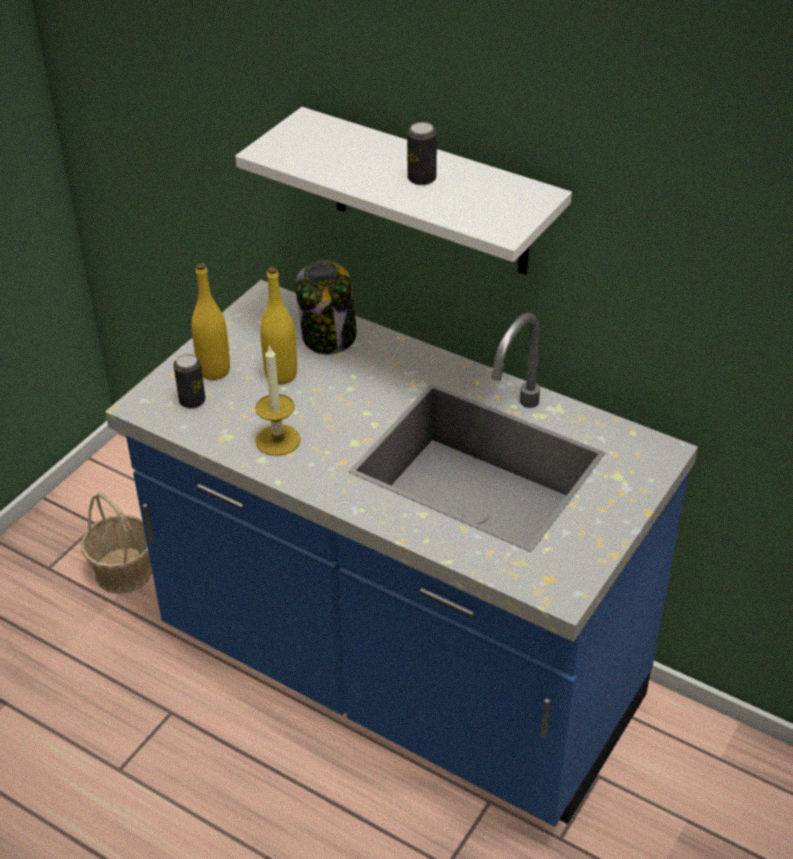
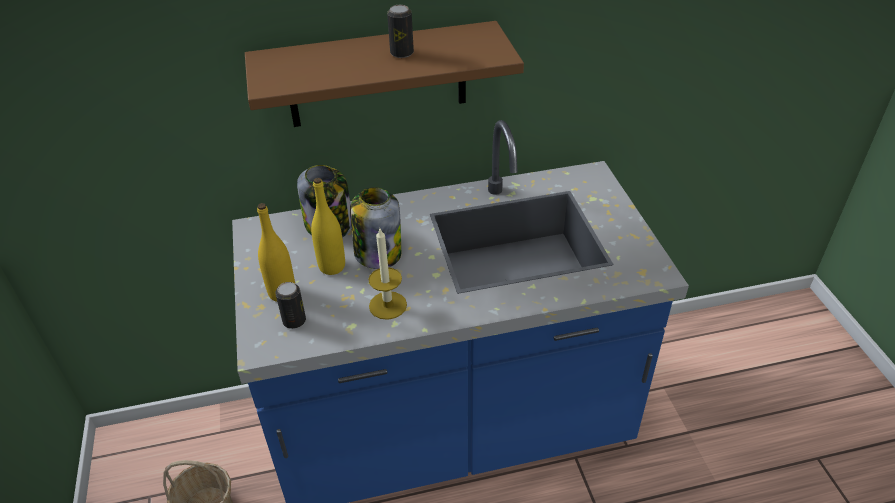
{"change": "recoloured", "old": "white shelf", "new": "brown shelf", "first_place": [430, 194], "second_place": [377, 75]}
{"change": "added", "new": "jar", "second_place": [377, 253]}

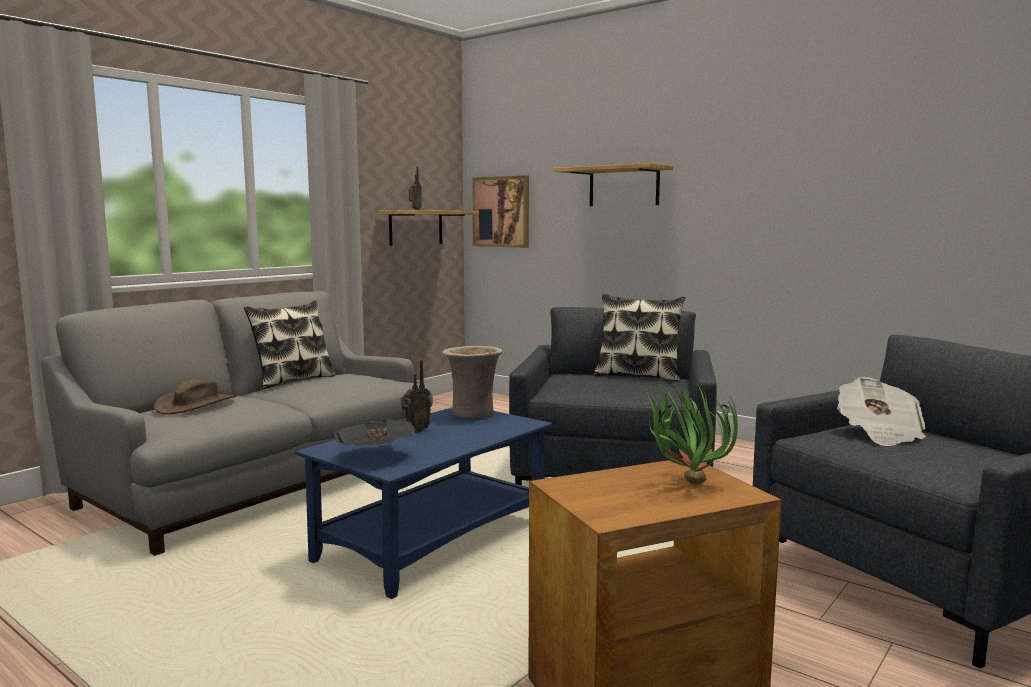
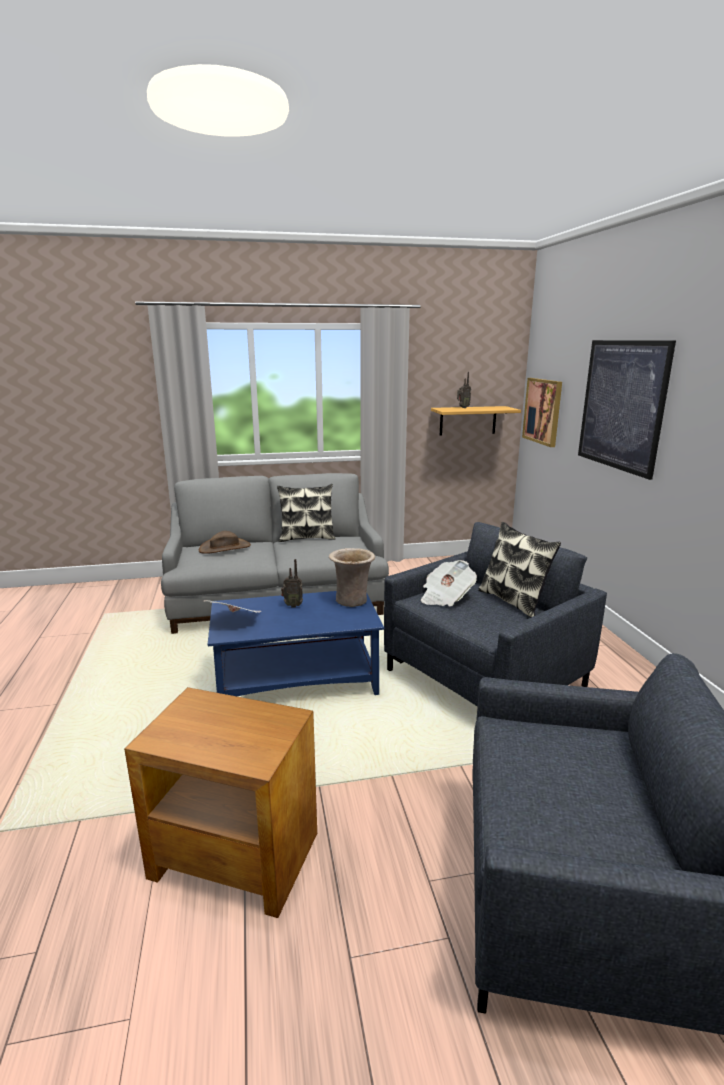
{"change": "replaced", "old": "shelf", "new": "picture", "first_place": [623, 186], "second_place": [621, 405]}
{"change": "moved", "old": "newspaper", "first_place": [879, 434], "second_place": [445, 597]}
{"change": "removed", "old": "potted plant", "first_place": [683, 483]}

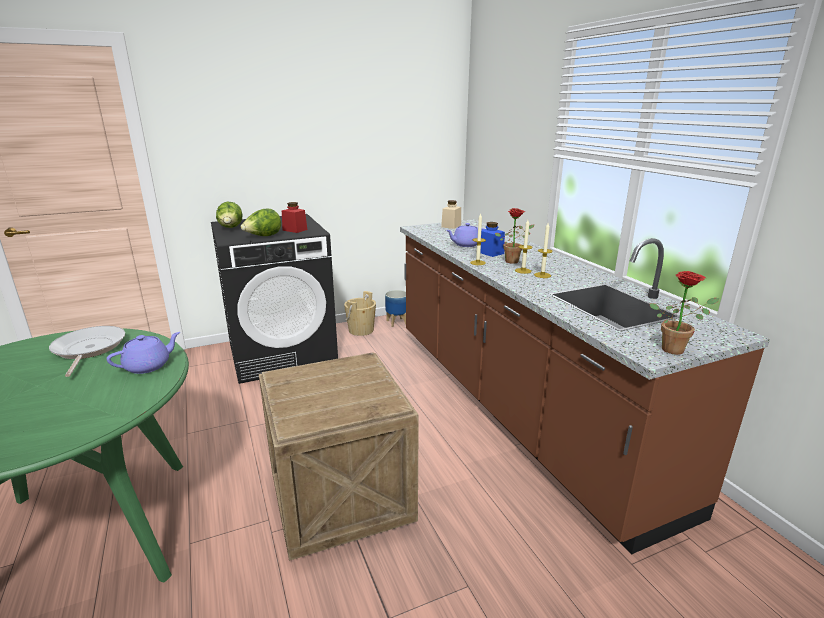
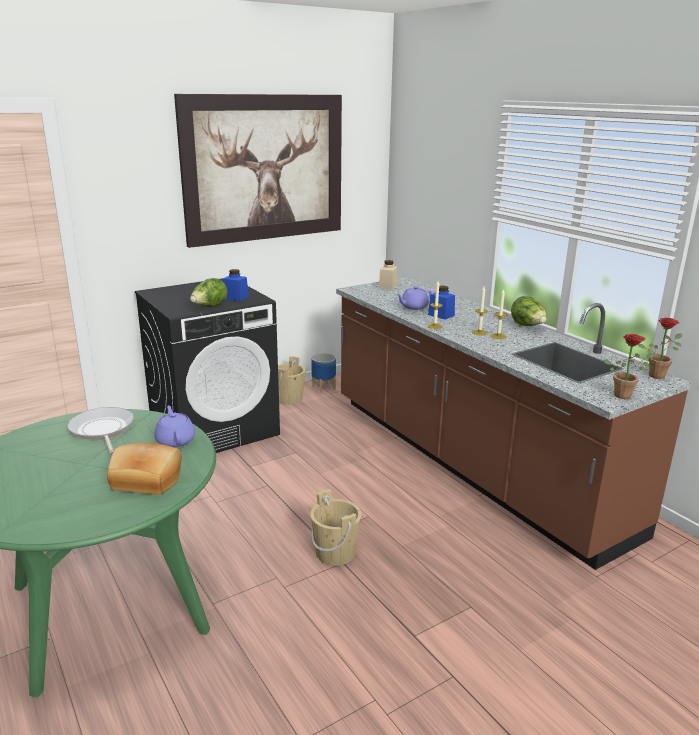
{"change": "moved", "old": "lettuce", "first_place": [231, 228], "second_place": [527, 326]}
{"change": "recoloured", "old": "red jar", "new": "blue jar", "first_place": [295, 230], "second_place": [235, 298]}
{"change": "moved", "old": "potted plant", "first_place": [513, 261], "second_place": [658, 374]}
{"change": "turned", "old": "purple teapot", "first_place": [149, 366], "second_place": [175, 440], "degrees": -60}
{"change": "replaced", "old": "crate", "new": "beige bucket", "first_place": [341, 496], "second_place": [335, 552]}
{"change": "added", "new": "picture", "second_place": [265, 168]}
{"change": "added", "new": "bread", "second_place": [146, 481]}

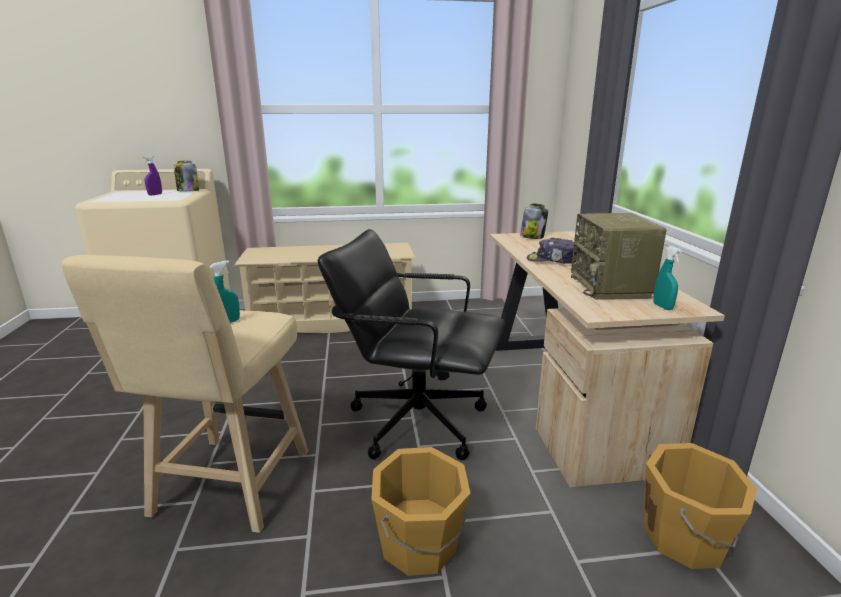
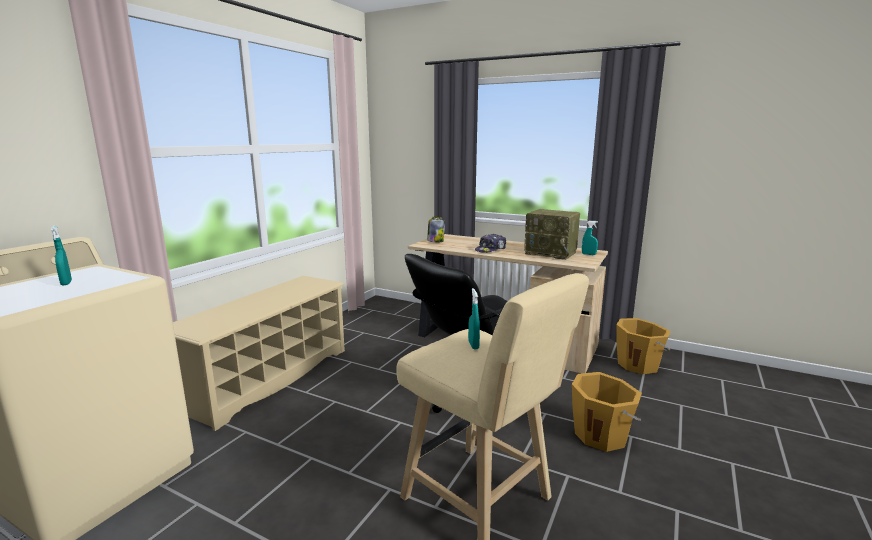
{"change": "recoloured", "old": "purple spray bottle", "new": "turquoise spray bottle", "first_place": [155, 194], "second_place": [66, 283]}
{"change": "removed", "old": "jar", "first_place": [188, 191]}

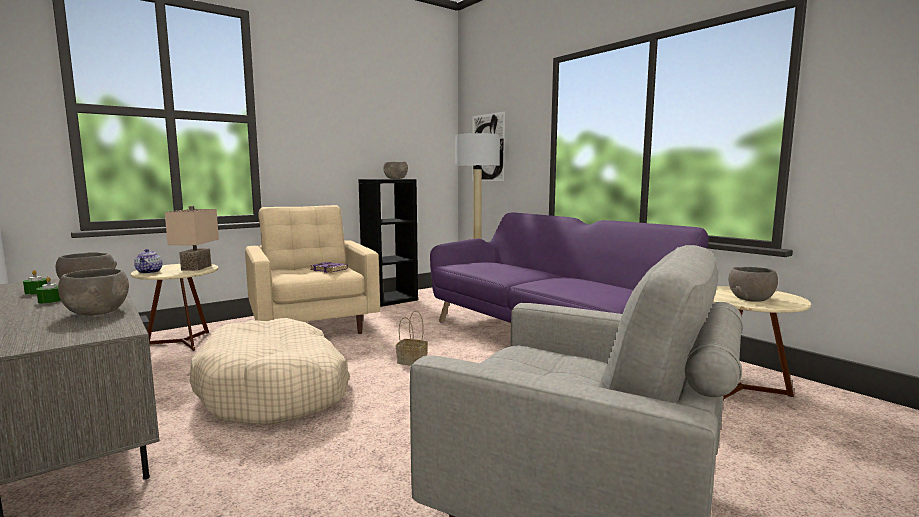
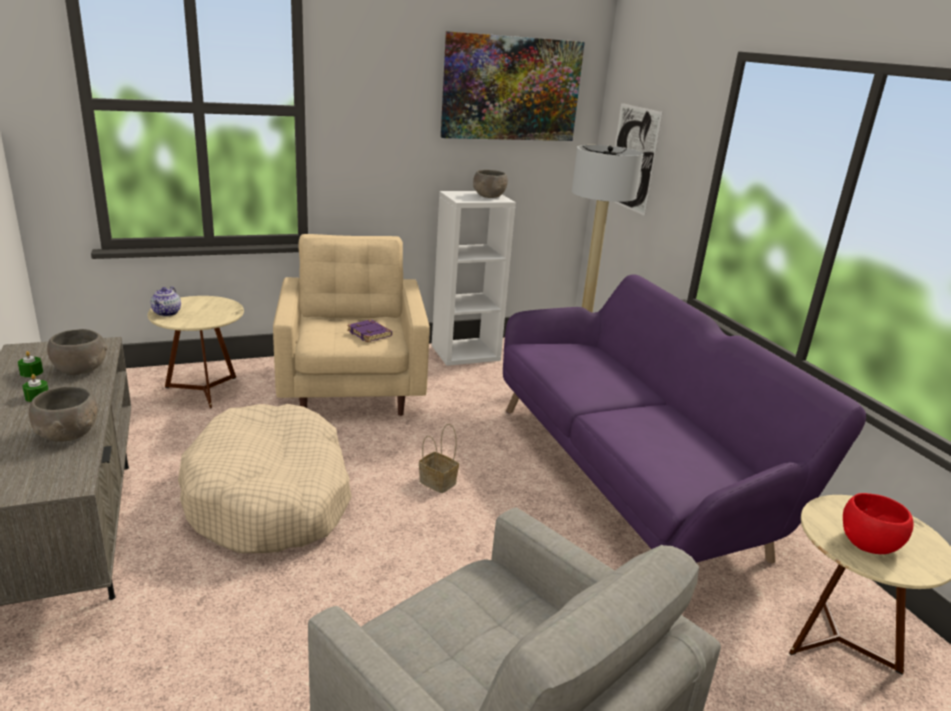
{"change": "recoloured", "old": "black bookcase", "new": "white bookcase", "first_place": [390, 299], "second_place": [466, 352]}
{"change": "removed", "old": "beige table lamp", "first_place": [195, 268]}
{"change": "recoloured", "old": "grey bowl", "new": "red bowl", "first_place": [750, 298], "second_place": [868, 542]}
{"change": "added", "new": "picture", "second_place": [511, 89]}

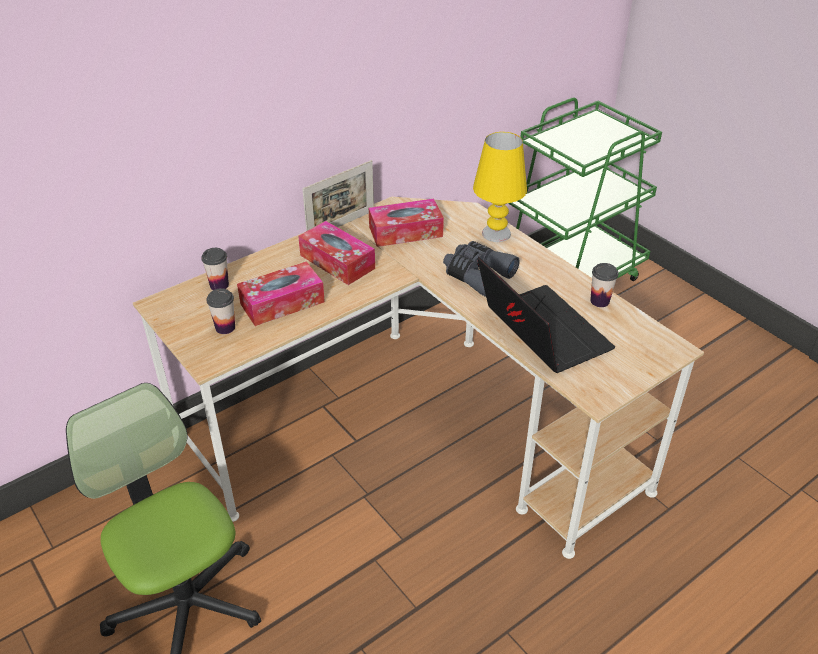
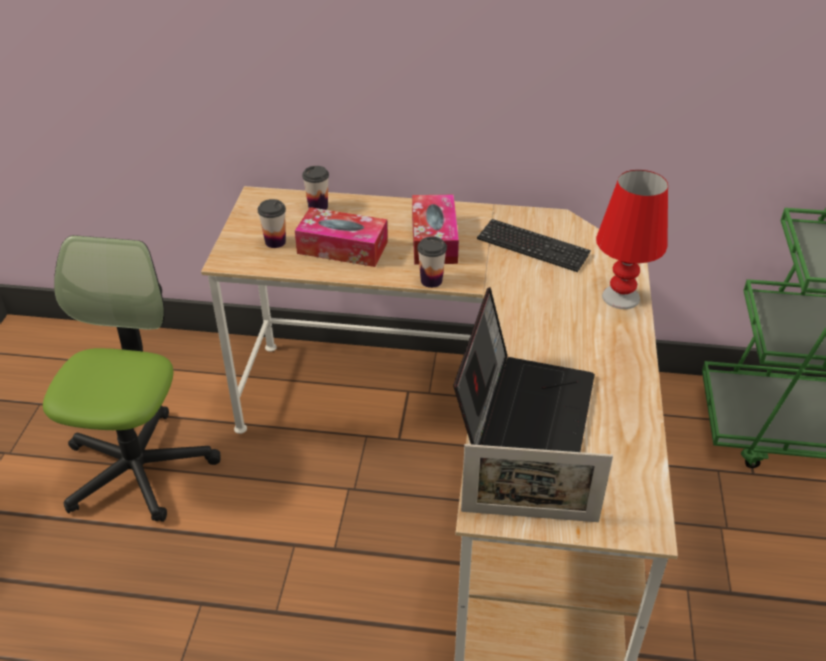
{"change": "recoloured", "old": "yellow table lamp", "new": "red table lamp", "first_place": [496, 234], "second_place": [620, 297]}
{"change": "moved", "old": "picture frame", "first_place": [341, 225], "second_place": [529, 516]}
{"change": "replaced", "old": "tissue box", "new": "keyboard", "first_place": [405, 232], "second_place": [532, 247]}
{"change": "removed", "old": "grey binoculars", "first_place": [477, 275]}
{"change": "moved", "old": "cup", "first_place": [599, 301], "second_place": [431, 281]}

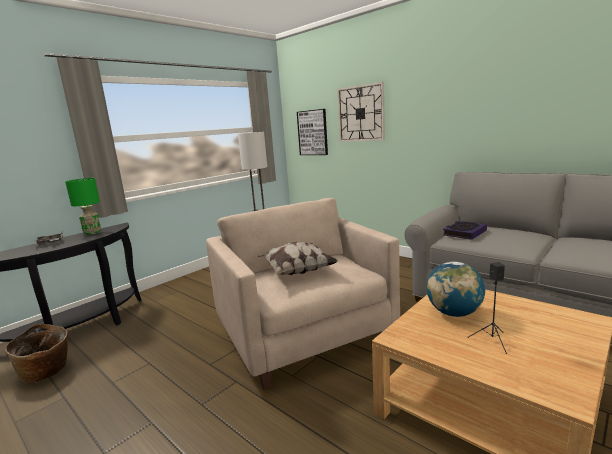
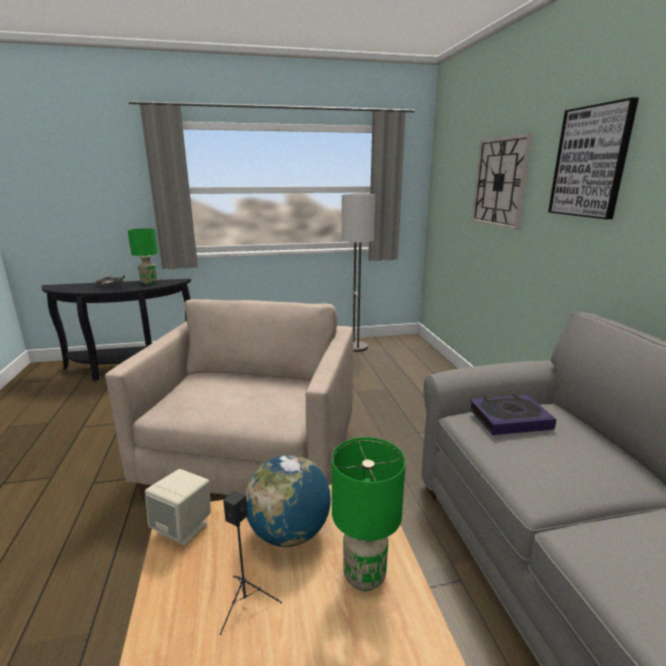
{"change": "moved", "old": "picture", "first_place": [313, 132], "second_place": [590, 162]}
{"change": "removed", "old": "pillow", "first_place": [296, 271]}
{"change": "removed", "old": "basket", "first_place": [47, 372]}
{"change": "added", "new": "green table lamp", "second_place": [365, 575]}
{"change": "added", "new": "beige speaker", "second_place": [183, 528]}

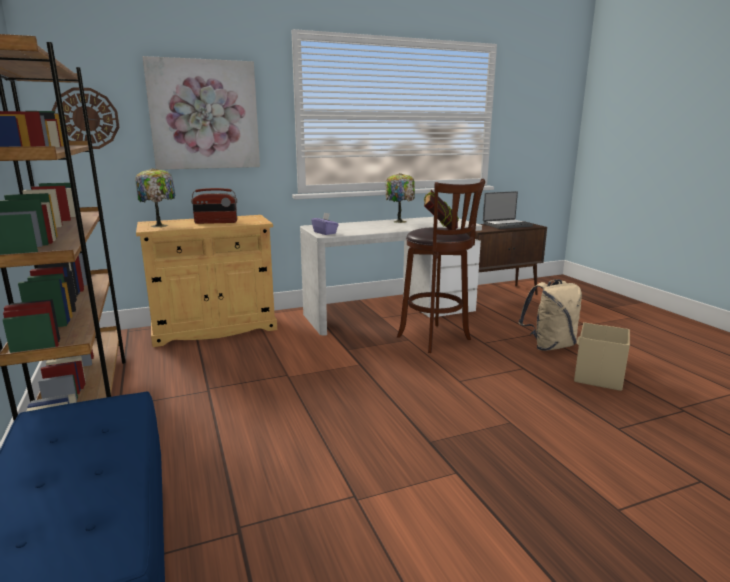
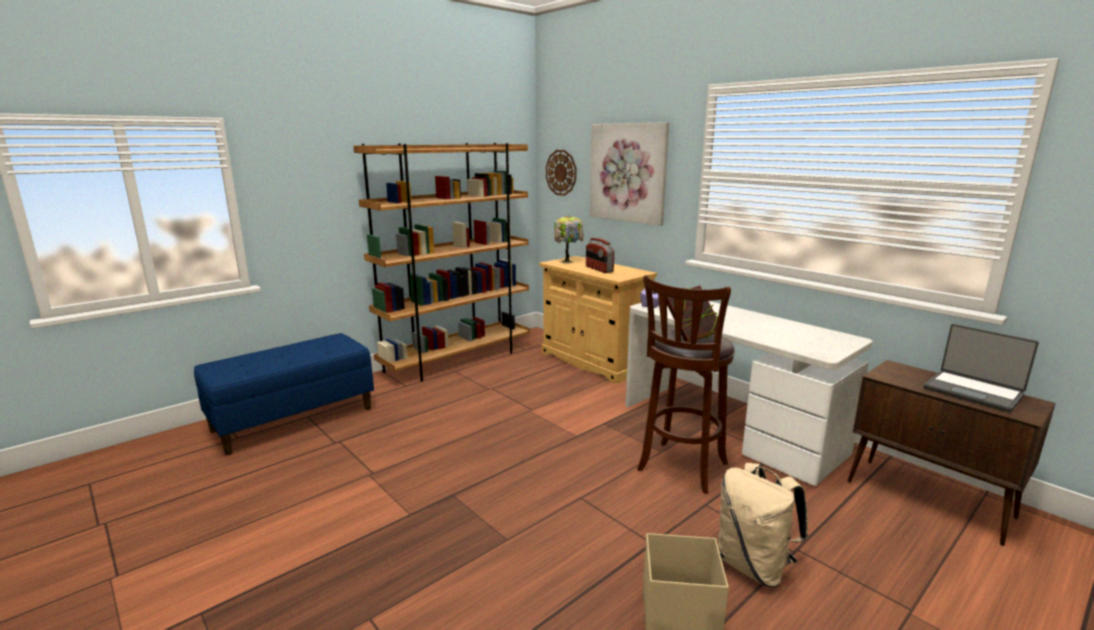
{"change": "removed", "old": "table lamp", "first_place": [399, 221]}

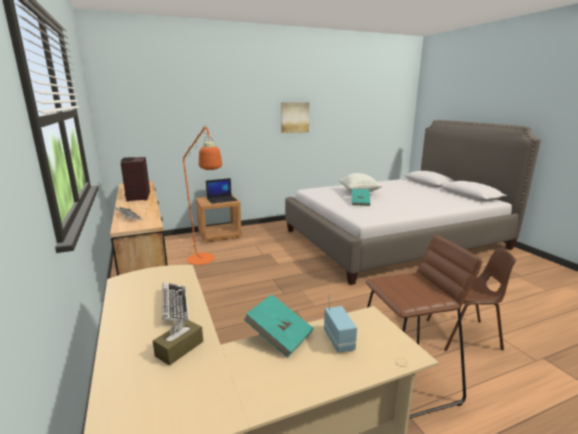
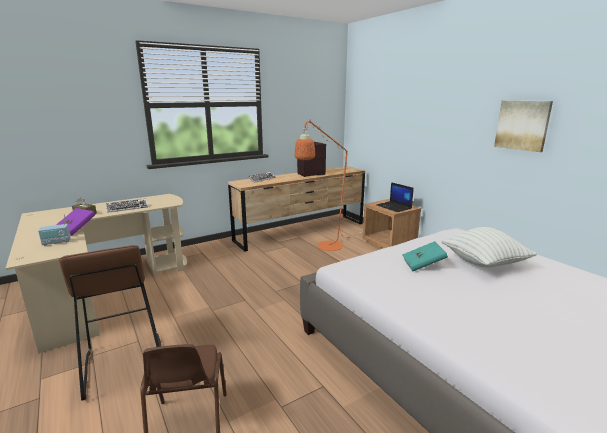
{"change": "recoloured", "old": "turquoise book", "new": "purple book", "first_place": [279, 336], "second_place": [76, 229]}

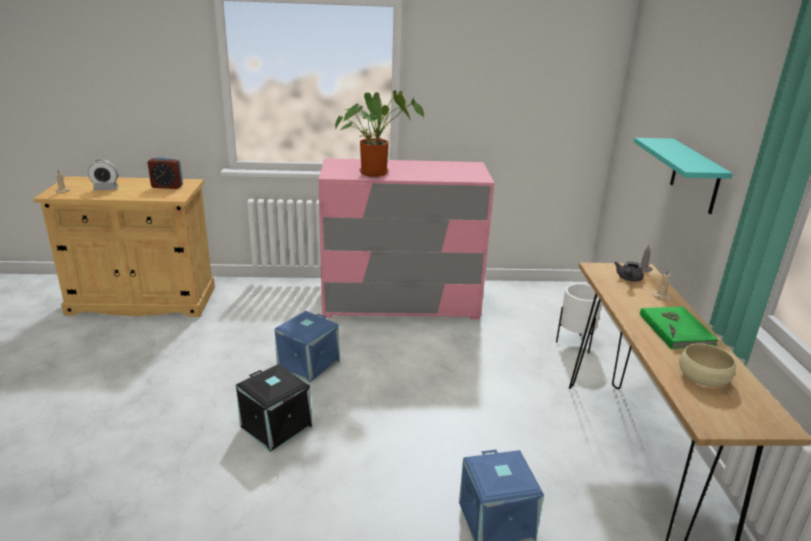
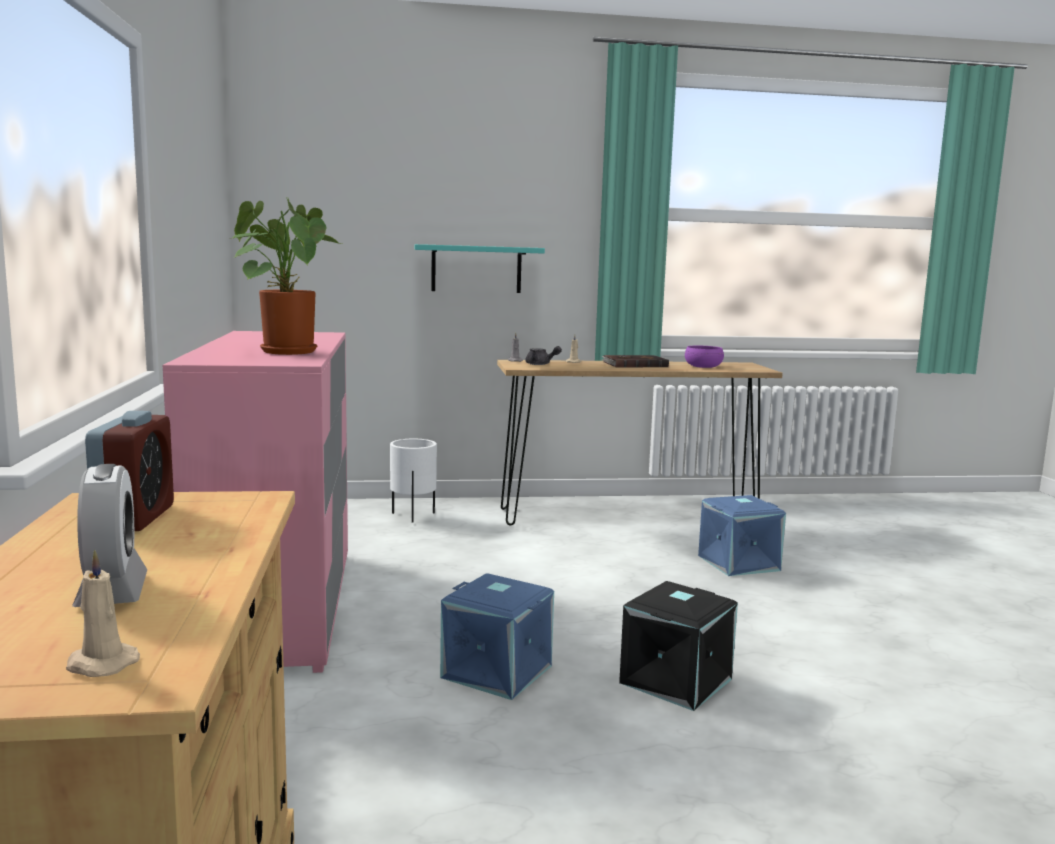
{"change": "recoloured", "old": "green book", "new": "brown book", "first_place": [677, 330], "second_place": [634, 364]}
{"change": "recoloured", "old": "beige bowl", "new": "purple bowl", "first_place": [703, 377], "second_place": [703, 366]}

